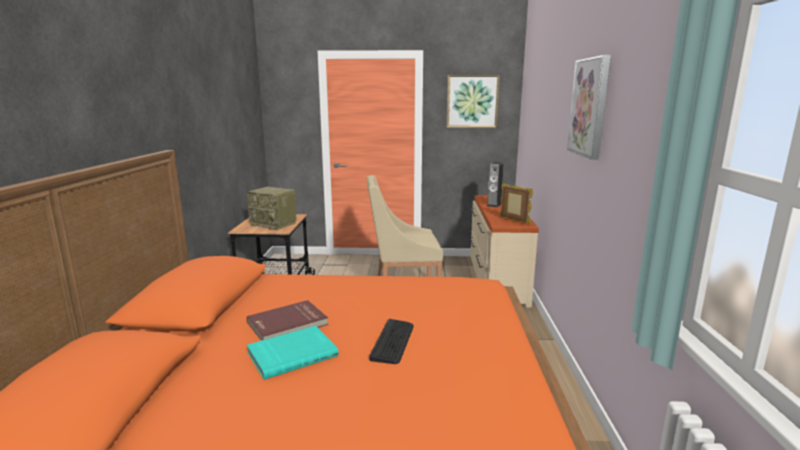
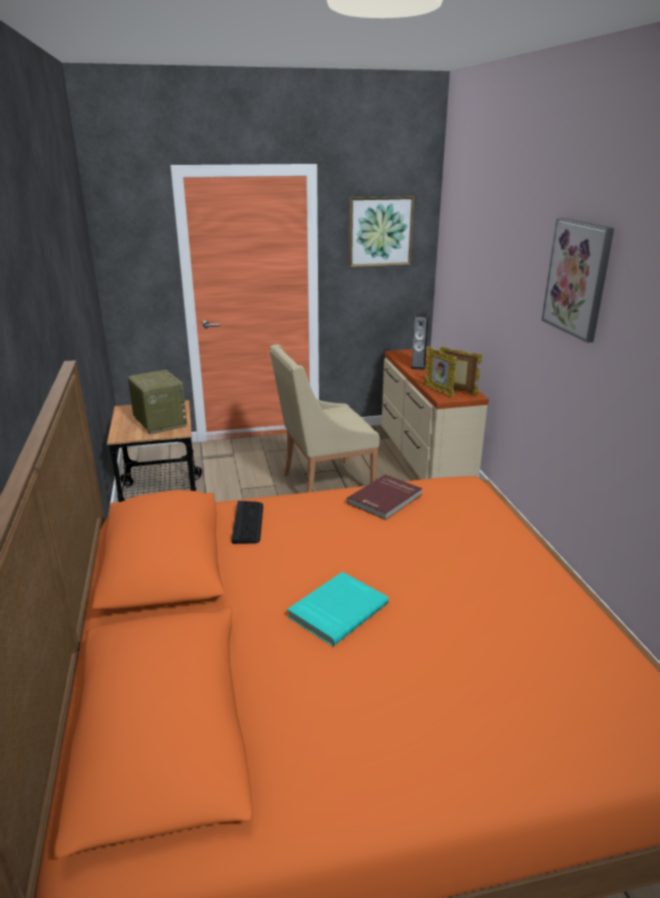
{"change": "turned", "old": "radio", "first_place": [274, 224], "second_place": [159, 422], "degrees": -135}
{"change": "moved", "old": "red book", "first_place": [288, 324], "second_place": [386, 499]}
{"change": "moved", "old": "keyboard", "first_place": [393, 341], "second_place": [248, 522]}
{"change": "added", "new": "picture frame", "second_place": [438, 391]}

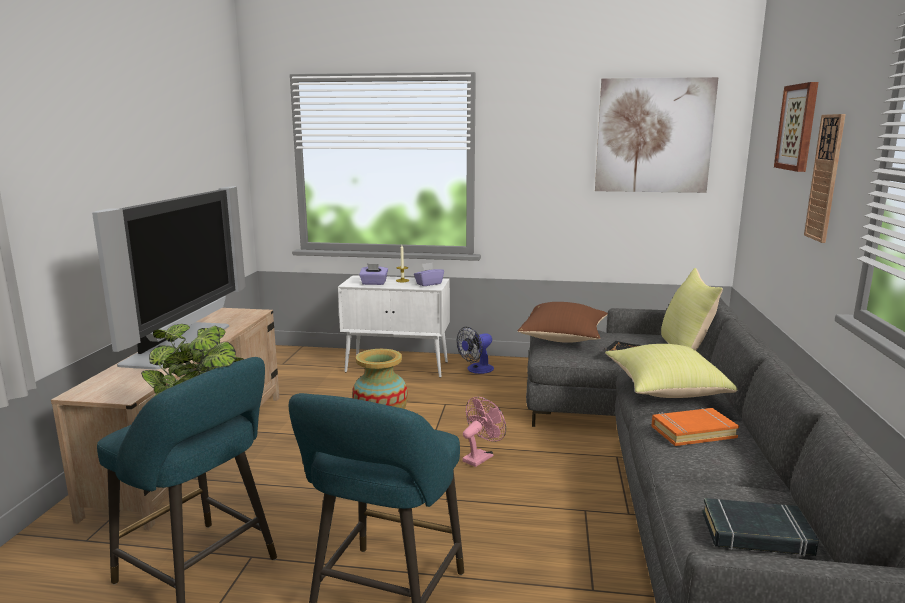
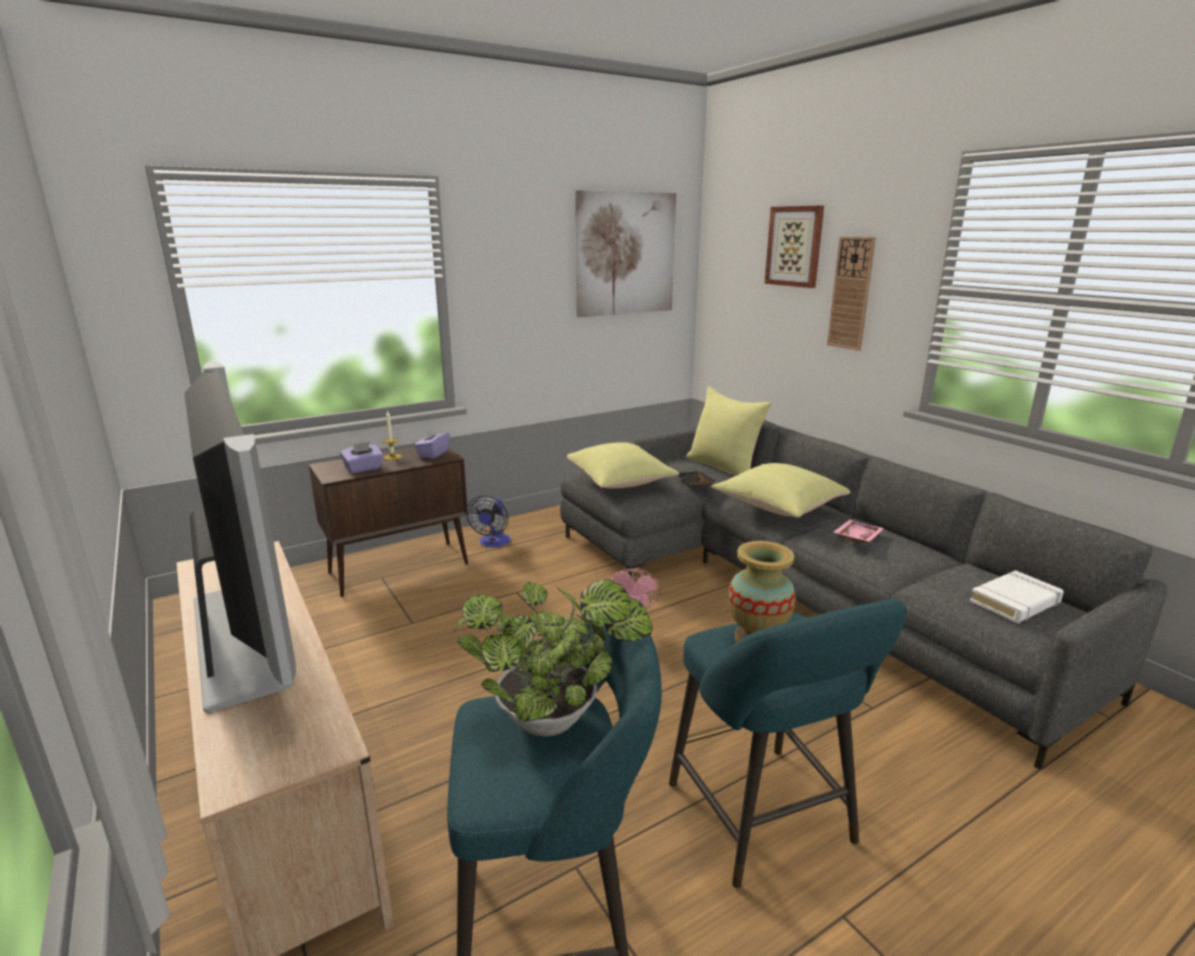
{"change": "recoloured", "old": "white cabinet", "new": "brown cabinet", "first_place": [398, 367], "second_place": [400, 568]}
{"change": "recoloured", "old": "brown pillow", "new": "yellow pillow", "first_place": [563, 339], "second_place": [621, 483]}
{"change": "replaced", "old": "orange book", "new": "pink tray", "first_place": [693, 431], "second_place": [856, 538]}
{"change": "recoloured", "old": "black book", "new": "white book", "first_place": [756, 534], "second_place": [1015, 602]}

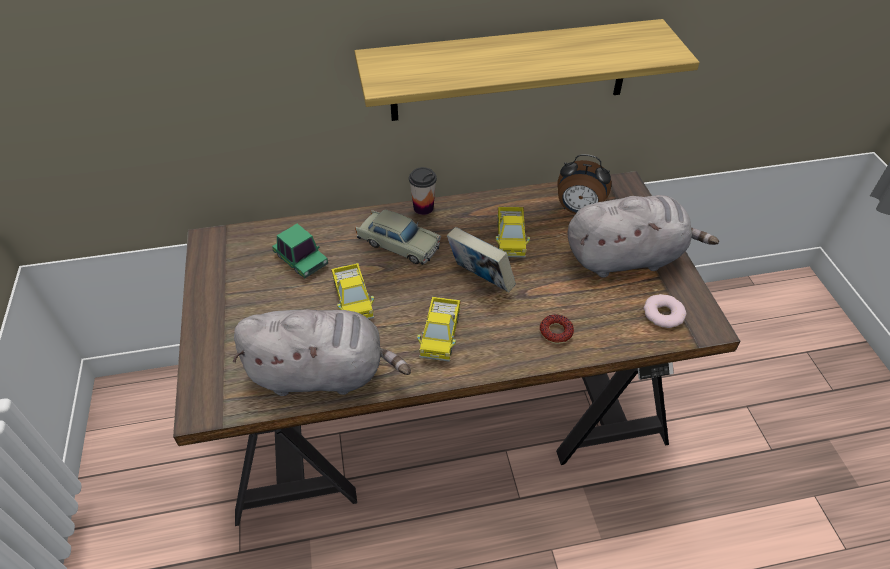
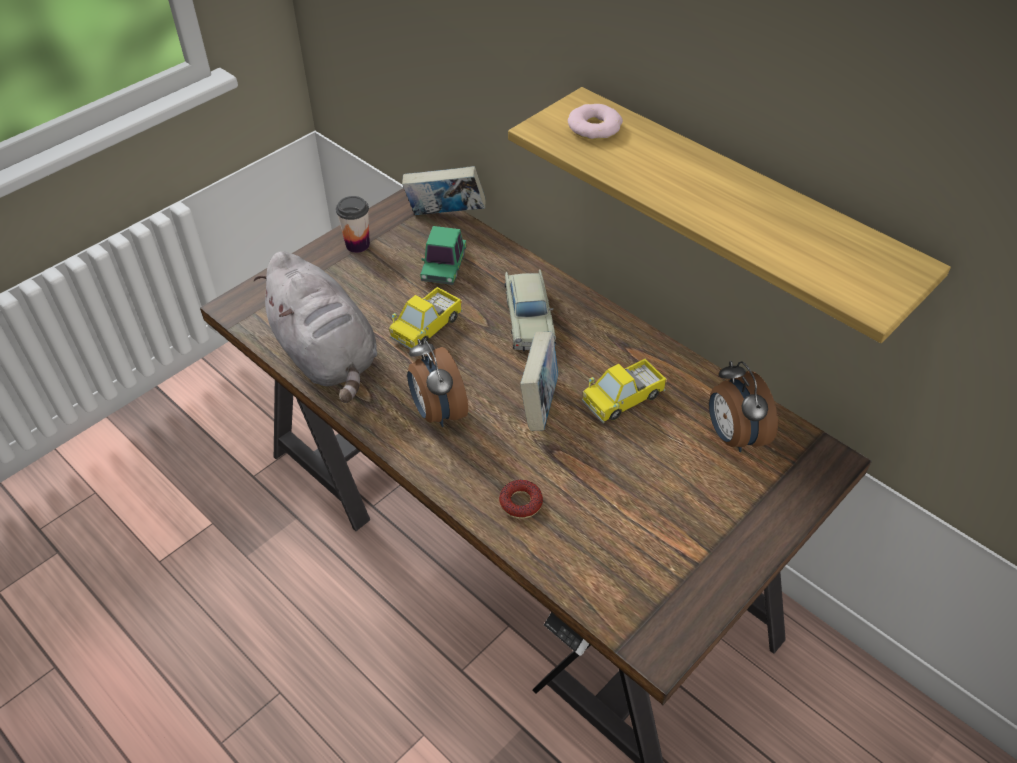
{"change": "moved", "old": "cup", "first_place": [423, 208], "second_place": [357, 245]}
{"change": "removed", "old": "grey plush toy", "first_place": [627, 257]}
{"change": "moved", "old": "donut", "first_place": [663, 314], "second_place": [594, 127]}
{"change": "replaced", "old": "toy truck", "new": "alarm clock", "first_place": [440, 335], "second_place": [437, 412]}
{"change": "added", "new": "book", "second_place": [445, 216]}

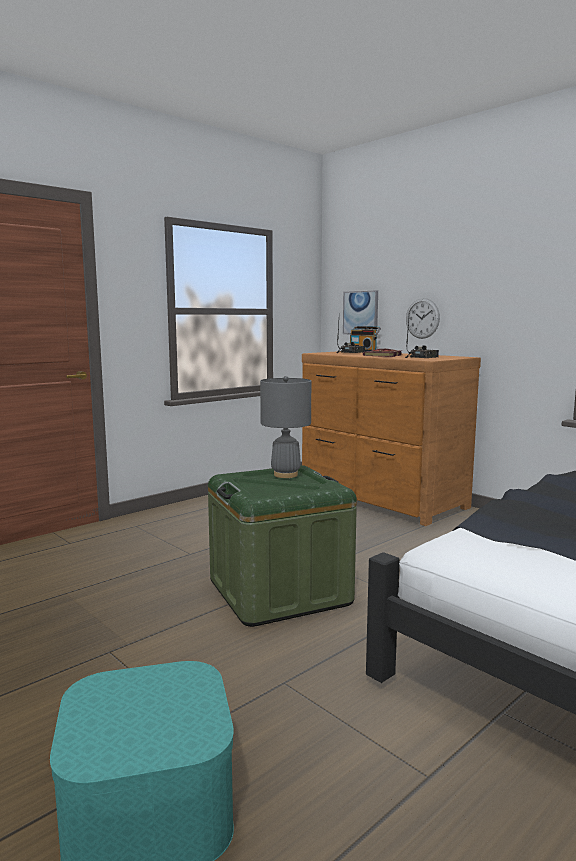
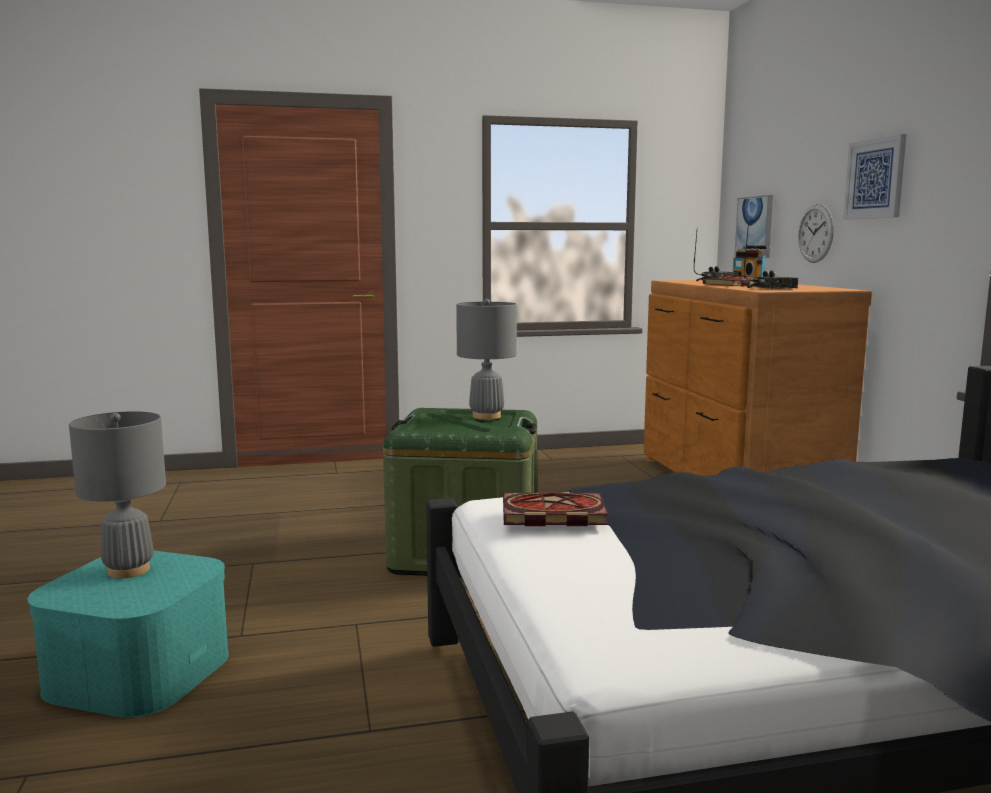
{"change": "added", "new": "picture", "second_place": [875, 179]}
{"change": "added", "new": "grey table lamp", "second_place": [129, 570]}
{"change": "added", "new": "book", "second_place": [550, 514]}

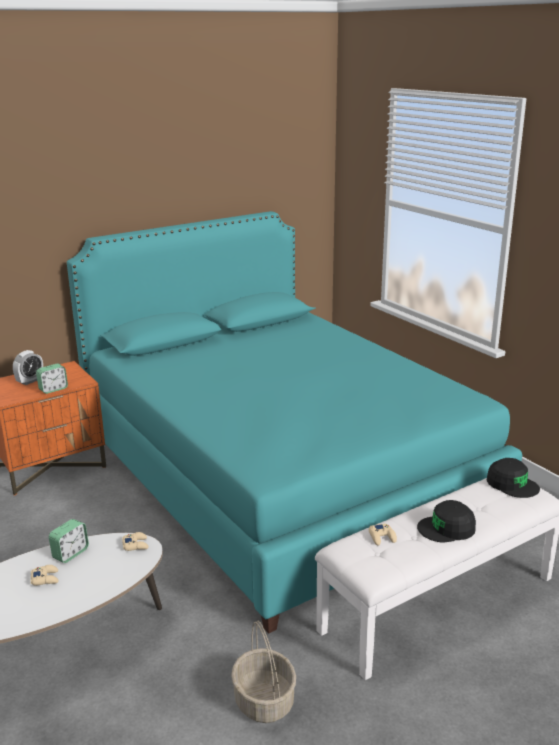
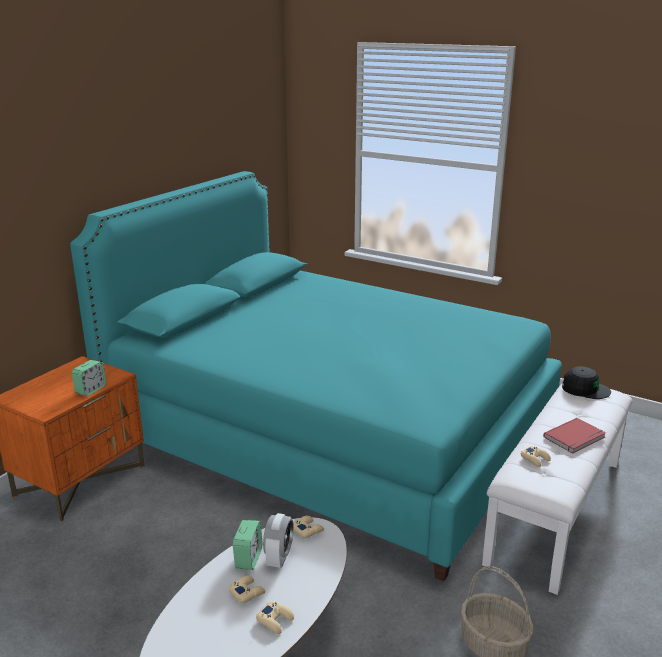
{"change": "moved", "old": "alarm clock", "first_place": [30, 381], "second_place": [279, 557]}
{"change": "replaced", "old": "black cap", "new": "red book", "first_place": [447, 528], "second_place": [575, 438]}
{"change": "added", "new": "beige game controller", "second_place": [275, 620]}

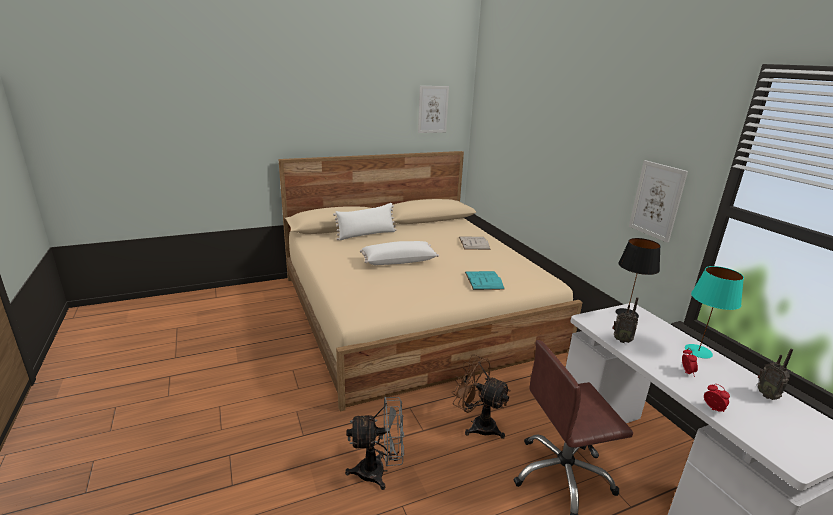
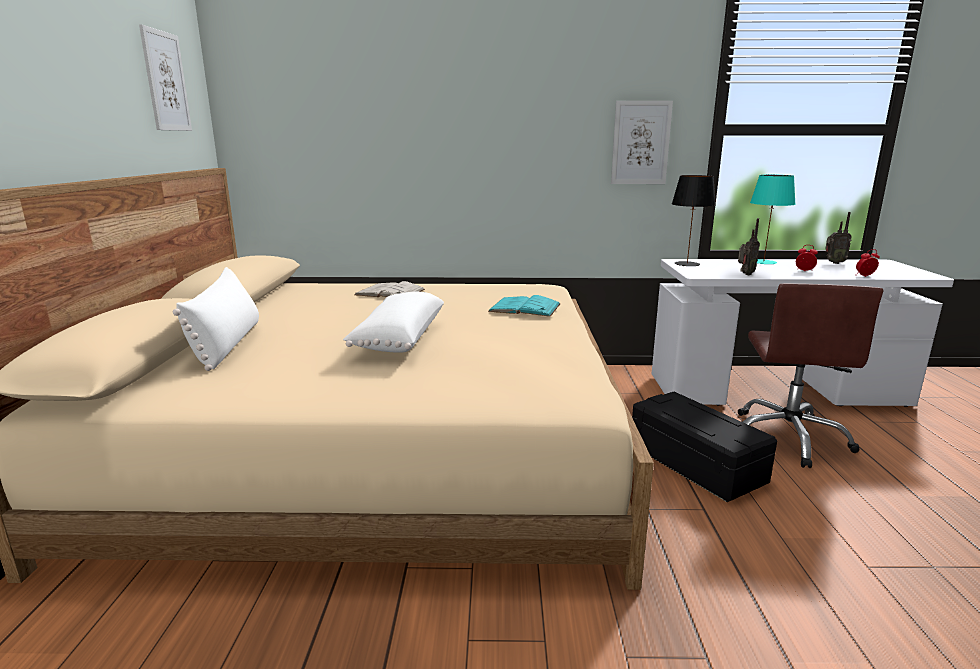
{"change": "replaced", "old": "brown fan", "new": "black storage box", "first_place": [477, 425], "second_place": [696, 463]}
{"change": "removed", "old": "grey fan", "first_place": [379, 471]}

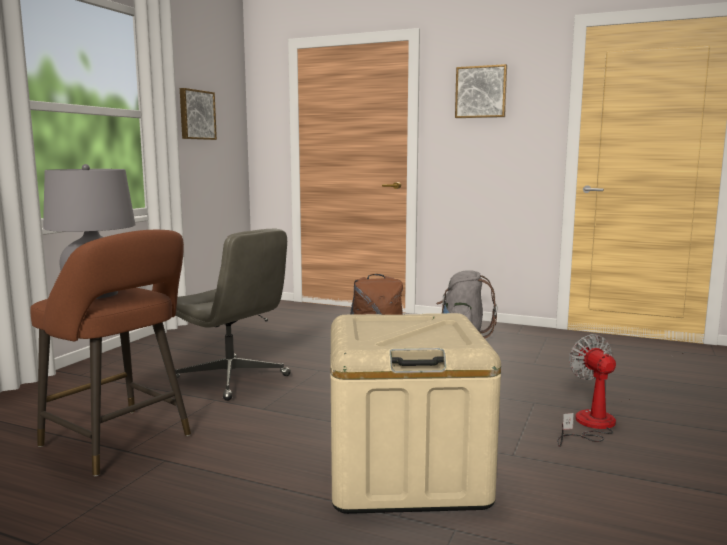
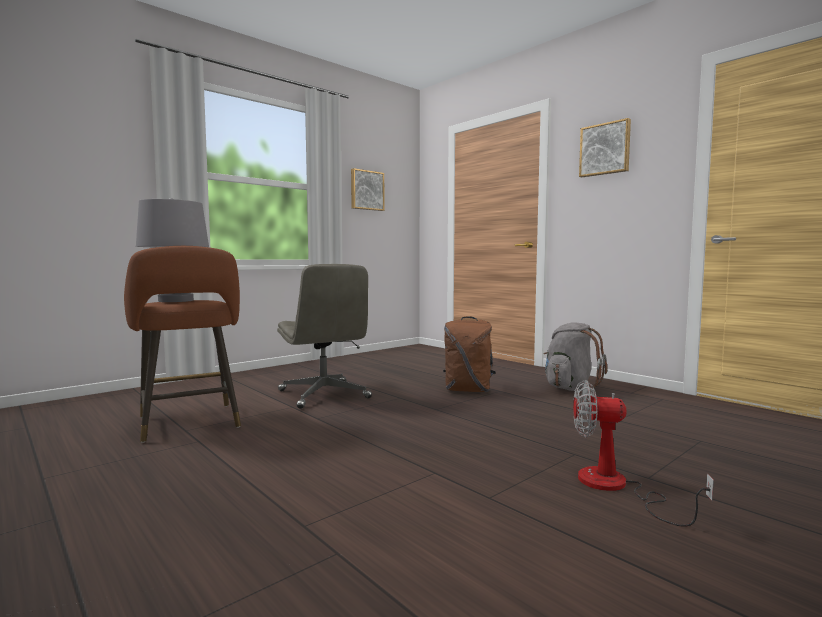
{"change": "removed", "old": "beige storage box", "first_place": [406, 473]}
{"change": "turned", "old": "fan", "first_place": [590, 425], "second_place": [616, 487], "degrees": -90}

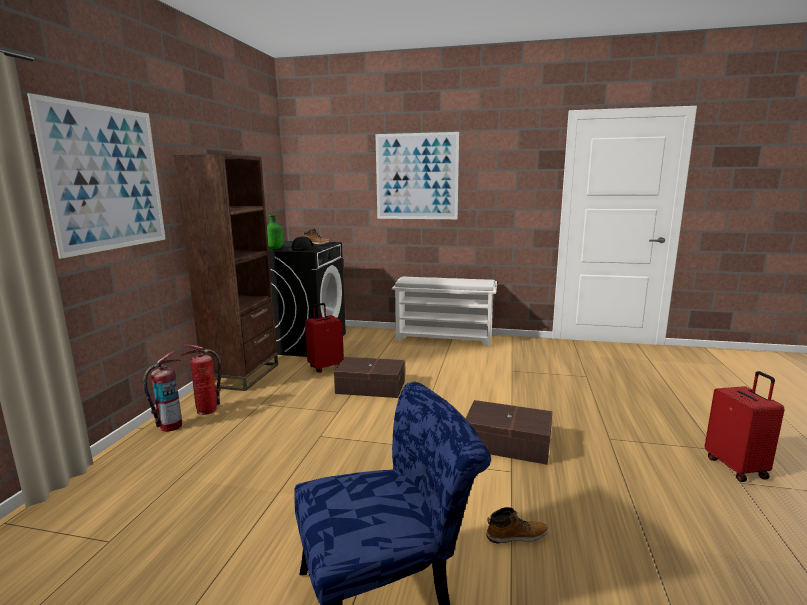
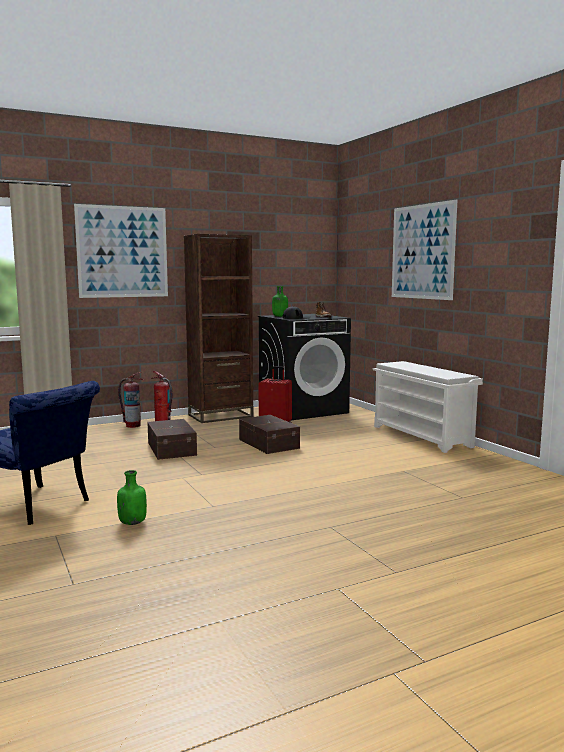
{"change": "removed", "old": "red suitcase", "first_place": [737, 467]}
{"change": "moved", "old": "brown storage box", "first_place": [507, 442], "second_place": [172, 448]}
{"change": "replaced", "old": "boot", "new": "green bottle", "first_place": [516, 535], "second_place": [132, 522]}

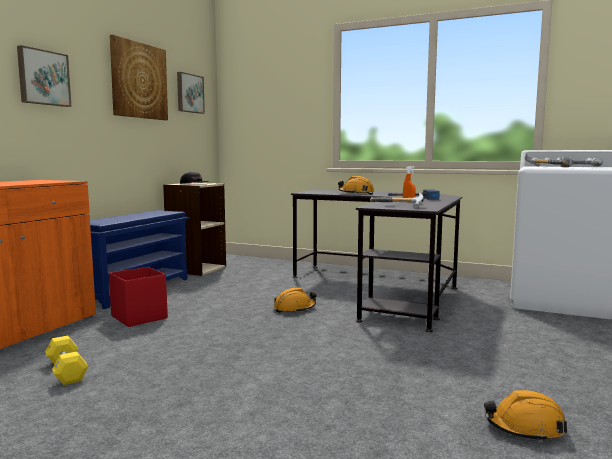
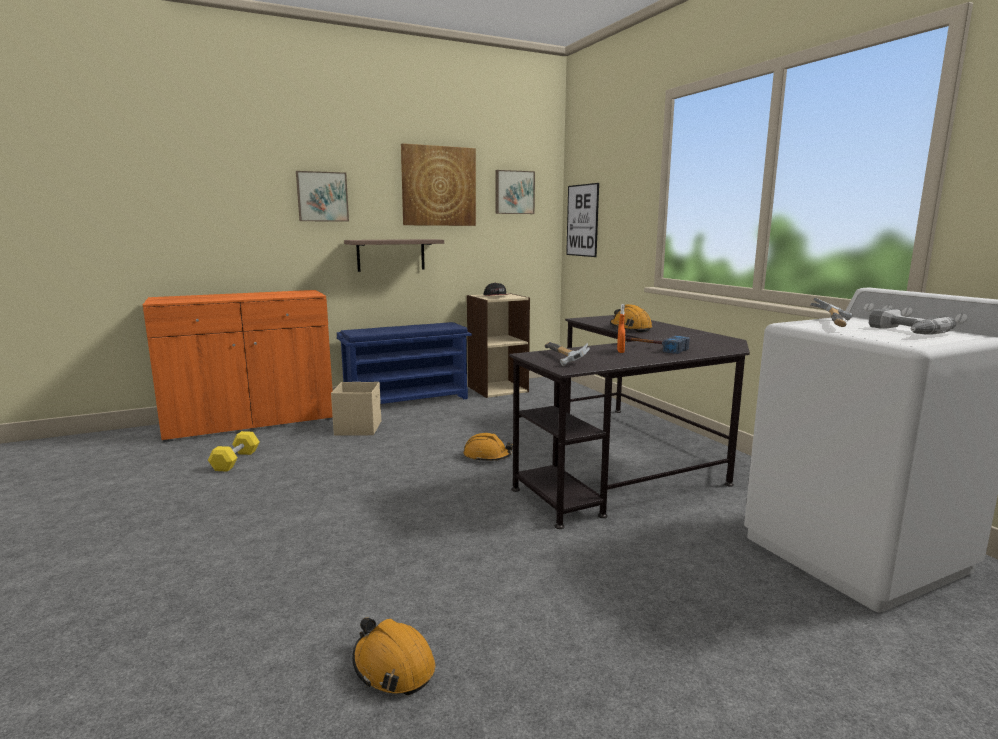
{"change": "recoloured", "old": "red storage box", "new": "beige storage box", "first_place": [139, 317], "second_place": [359, 428]}
{"change": "added", "new": "picture", "second_place": [582, 220]}
{"change": "added", "new": "shelf", "second_place": [391, 255]}

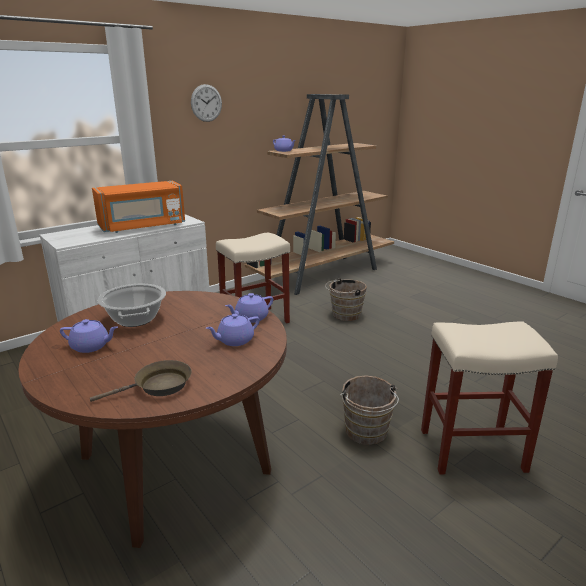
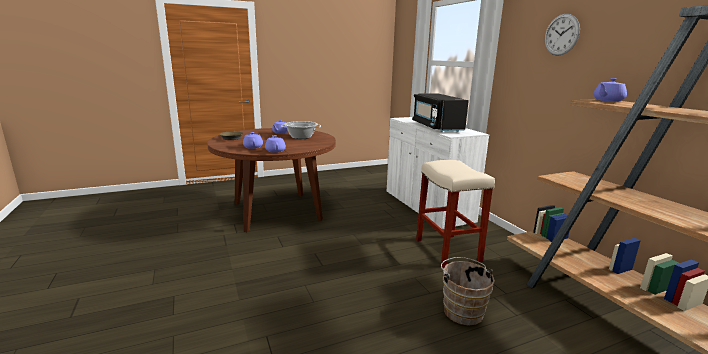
{"change": "recoloured", "old": "orange microwave", "new": "black microwave", "first_place": [142, 226], "second_place": [436, 127]}
{"change": "removed", "old": "beige stool", "first_place": [470, 450]}
{"change": "removed", "old": "brown bucket", "first_place": [367, 433]}

